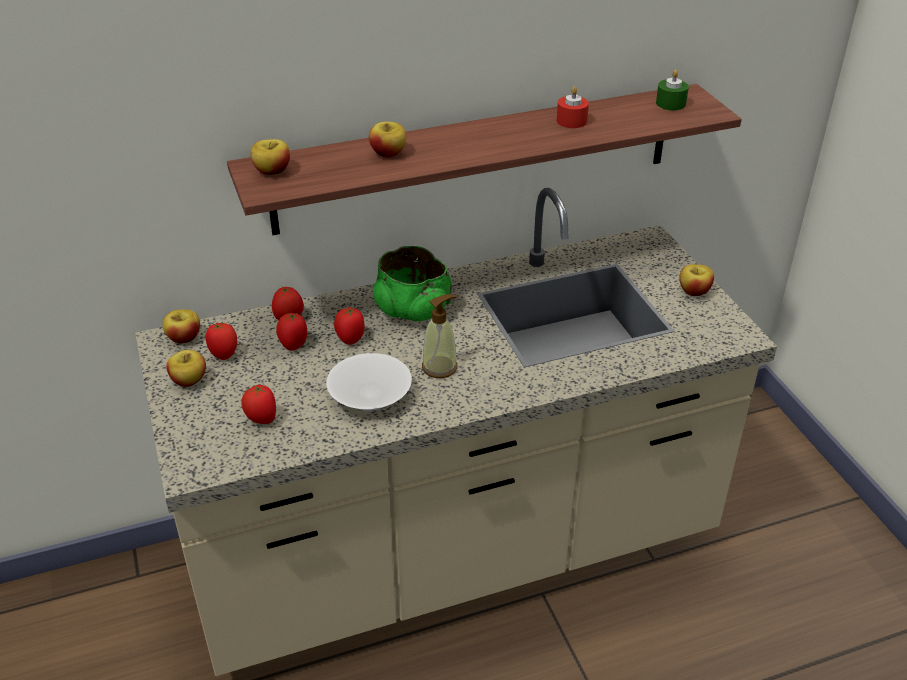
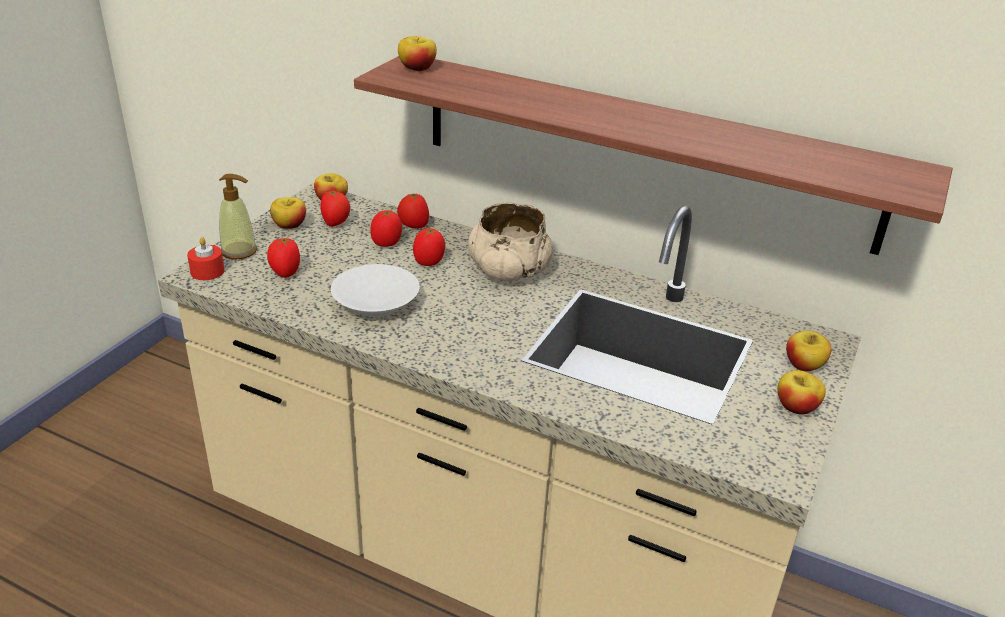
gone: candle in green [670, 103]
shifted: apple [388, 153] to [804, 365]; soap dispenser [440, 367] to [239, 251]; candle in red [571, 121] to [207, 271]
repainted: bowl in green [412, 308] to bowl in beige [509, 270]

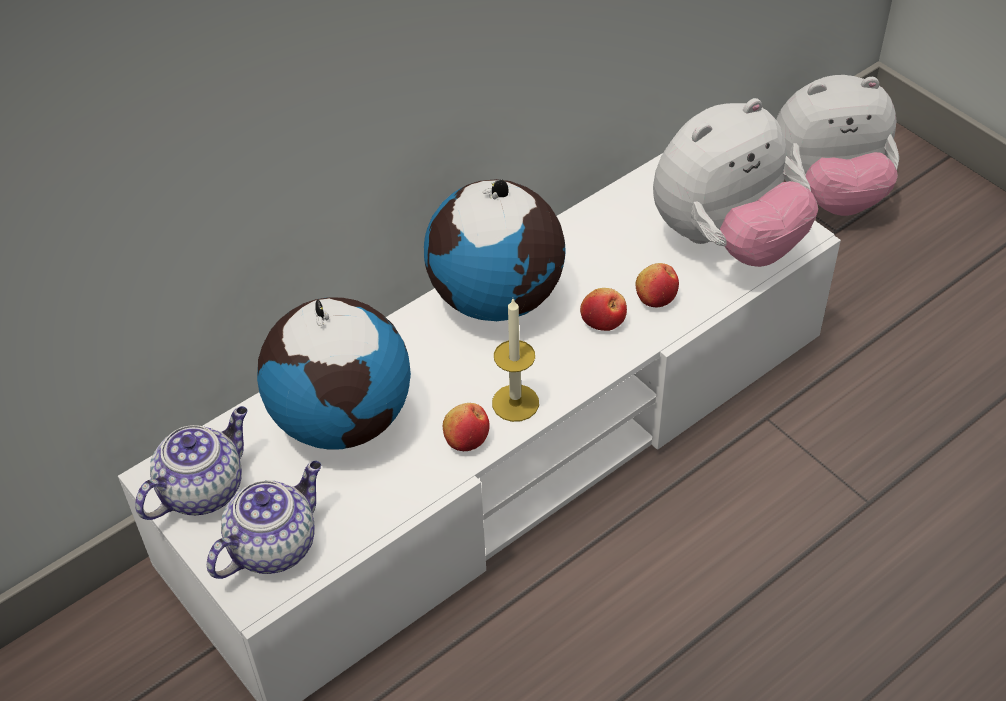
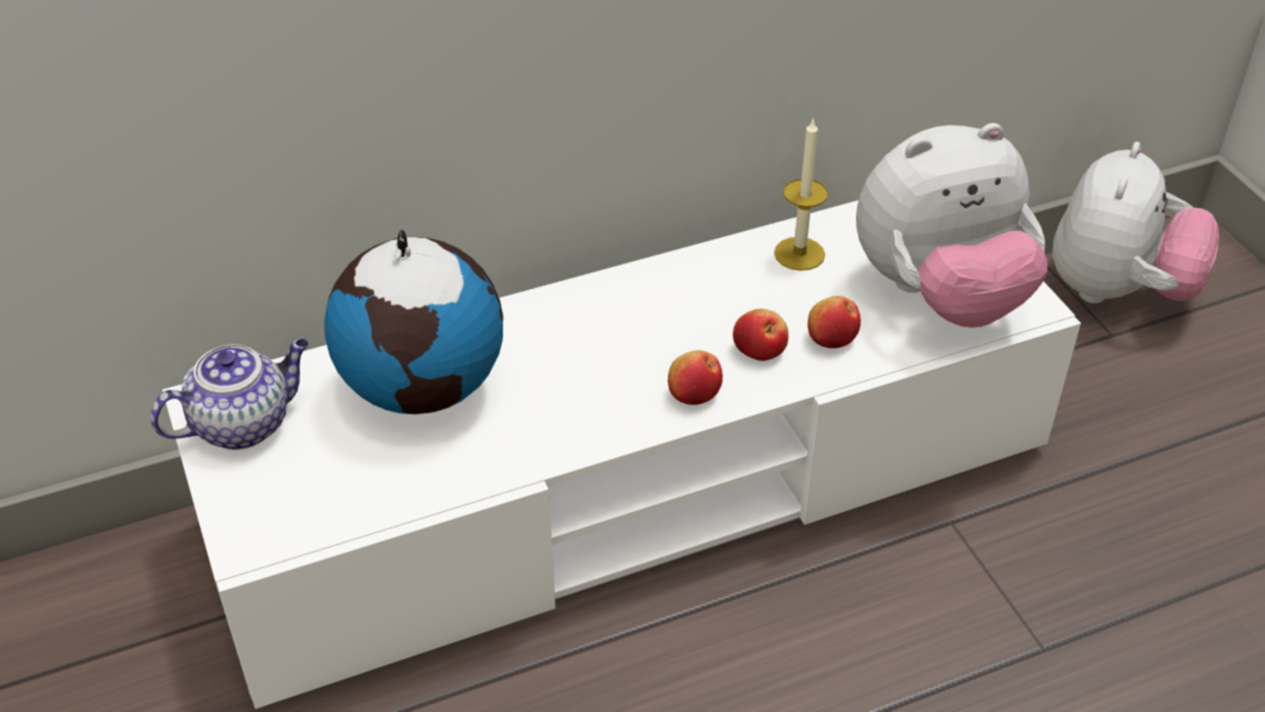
gone: teapot [274, 544]; globe [498, 299]
shifted: apple [466, 439] to [693, 393]; candle [515, 403] to [799, 254]
rotated: plush toy [829, 192] = [1117, 291] 75 degrees counterclockwise

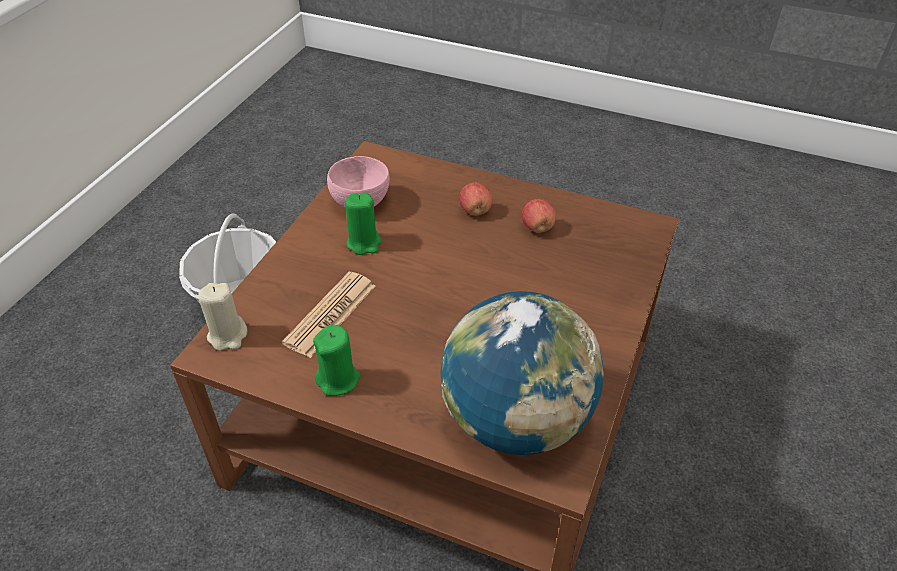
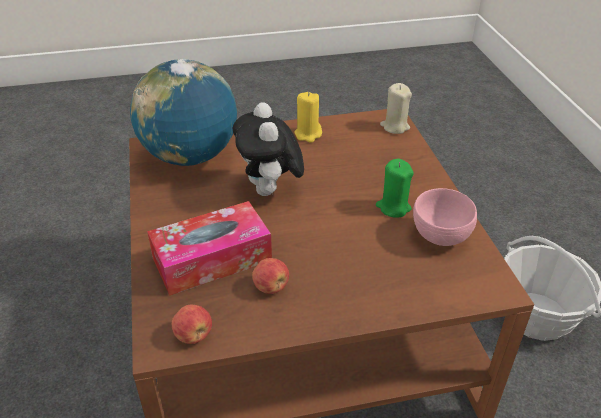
gone: newspaper [330, 314]
new: tissue box [212, 259]; plush toy [270, 191]
shifted: apple [475, 211] to [193, 335]
repainted: candle in green [338, 380] to candle in yellow [308, 134]

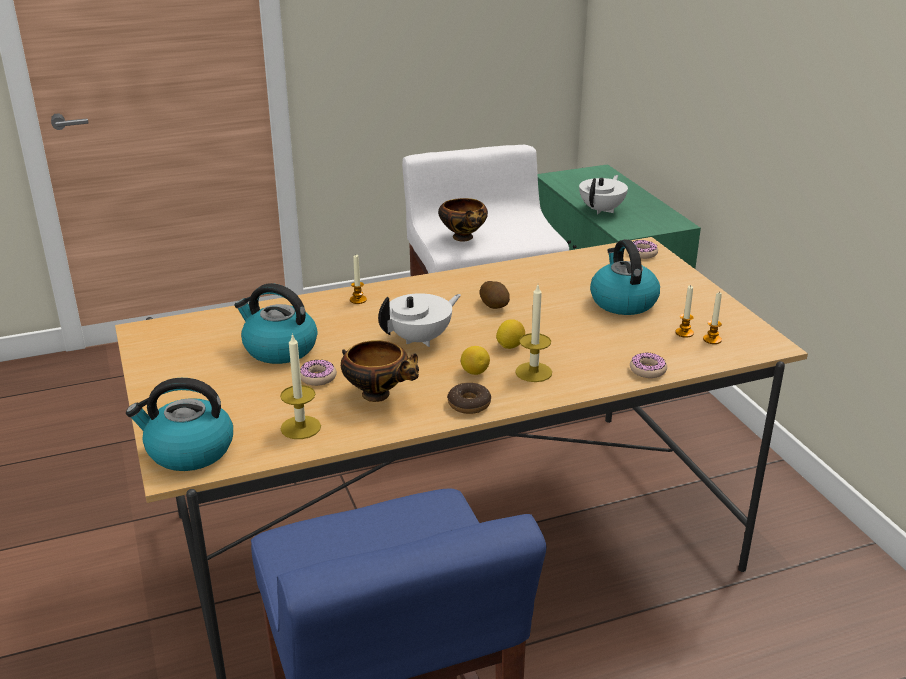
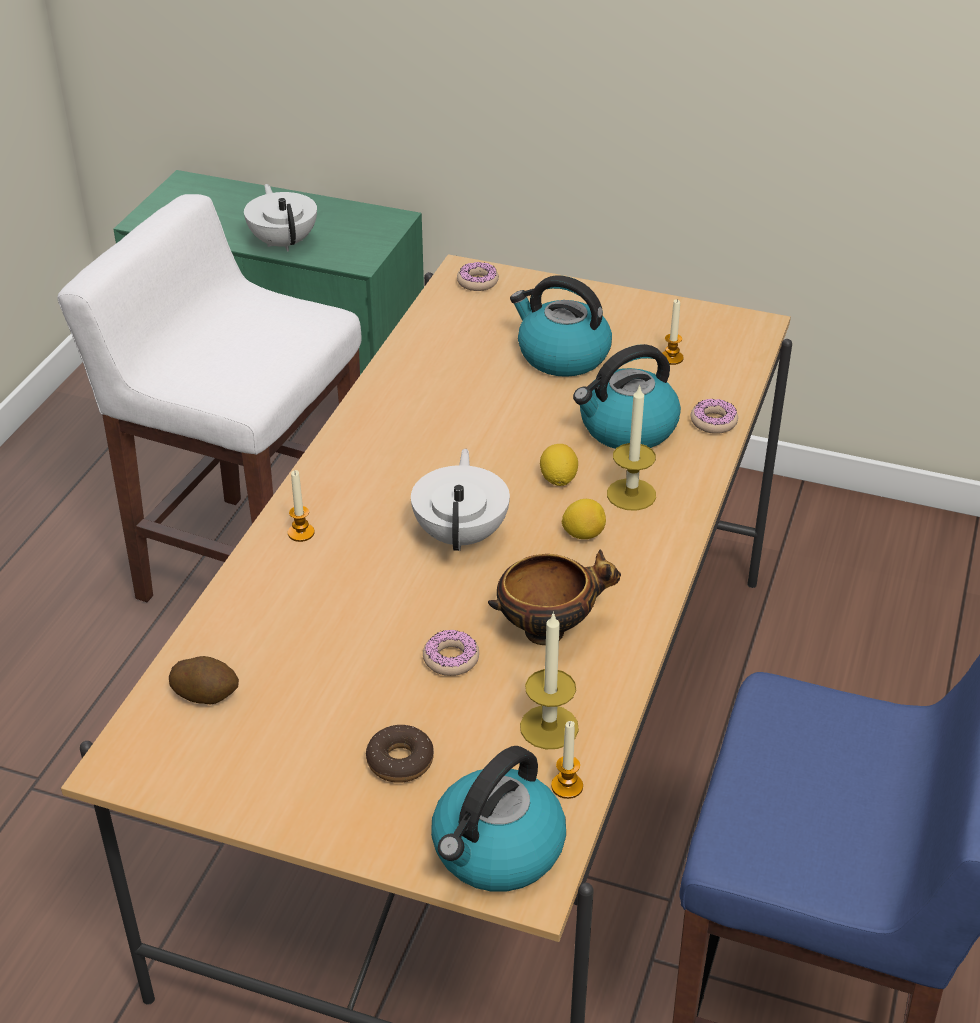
gone: bowl [464, 238]
shifted: kettle [279, 349] to [627, 428]; donut [469, 404] to [400, 761]; potato [494, 305] to [206, 694]; candle [712, 339] to [567, 786]

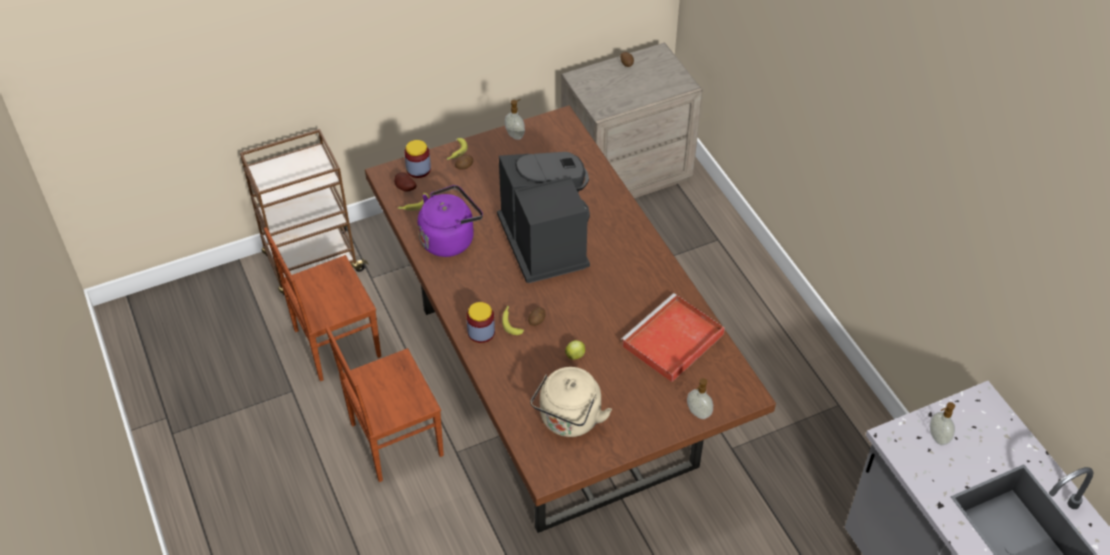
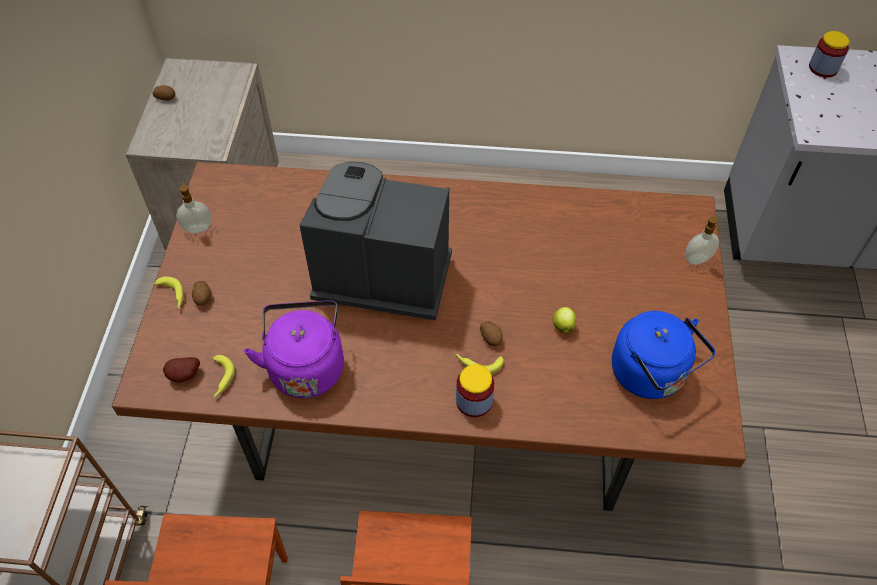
gone: tray in red [672, 341]; soap dispenser [937, 437]
shifted: jar [418, 169] to [823, 68]
repainted: kettle in beige [569, 420] to kettle in blue [651, 375]

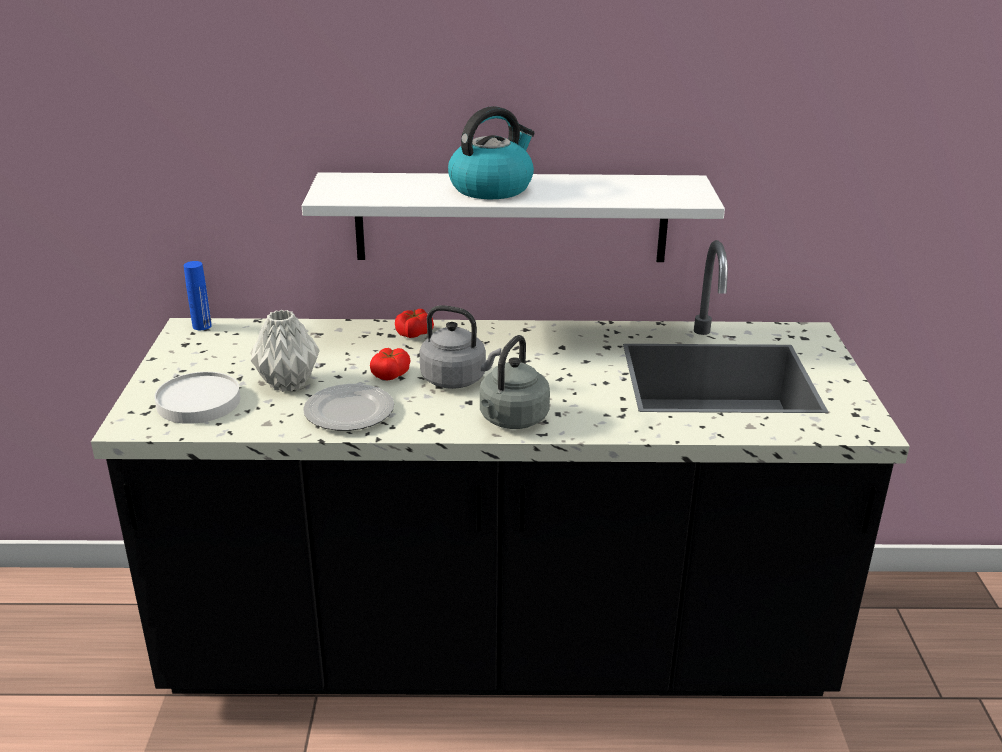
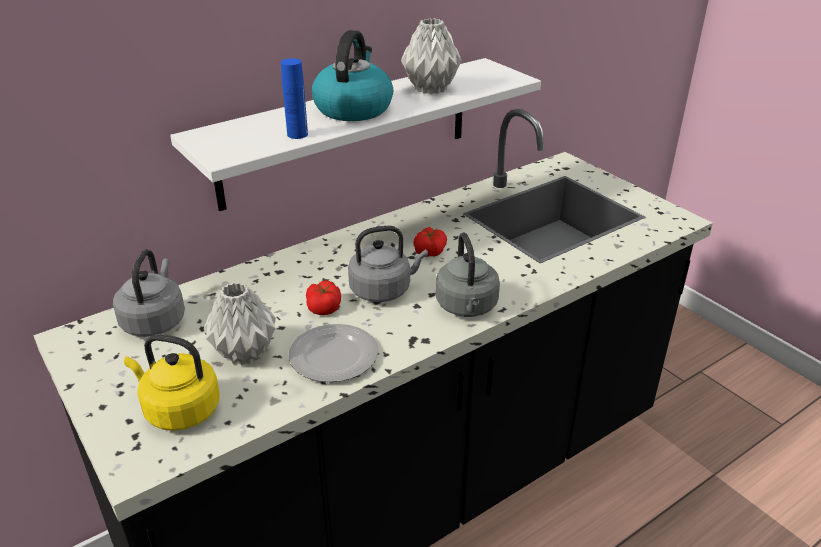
new: kettle in grey [155, 321]; vase in grey [430, 89]
shifted: bottle in blue [202, 326] to [297, 134]; tomato [414, 333] to [429, 251]
swapped: plate in white [198, 402] to kettle in yellow [179, 410]

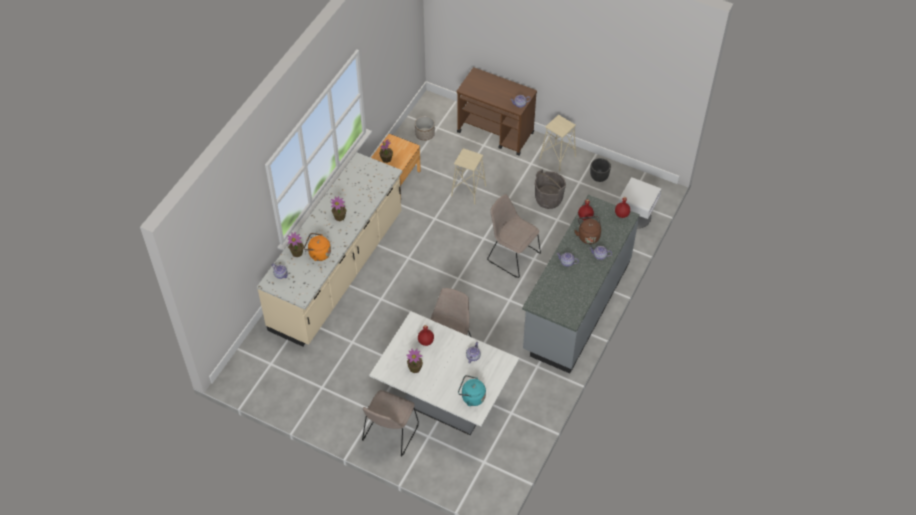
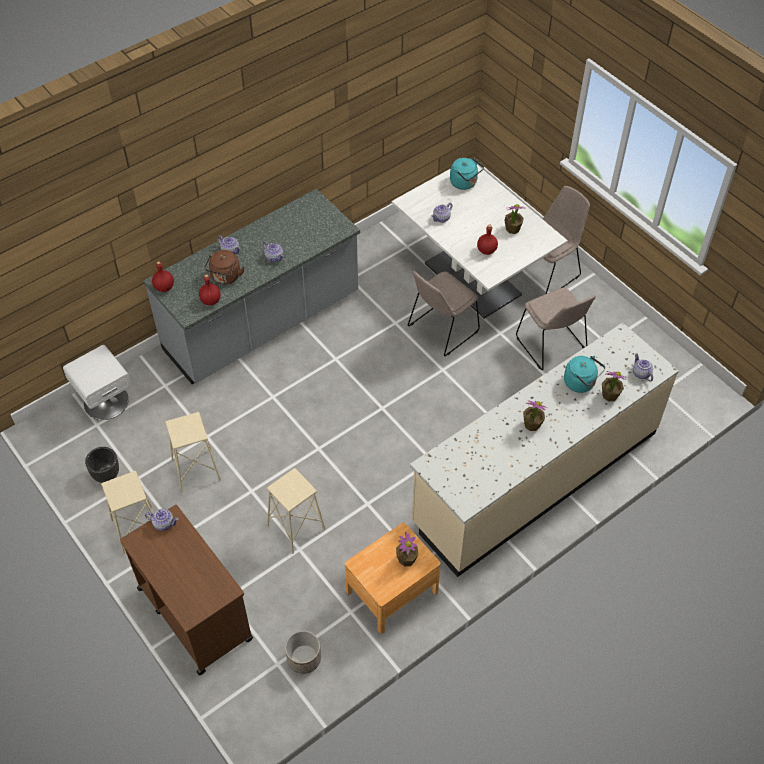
shifted: chair in beige [512, 255] to [552, 346]
swapped: bucket in grey [548, 199] to stool in beige [196, 470]
repainted: kettle in orange [318, 254] to kettle in turquoise [581, 383]

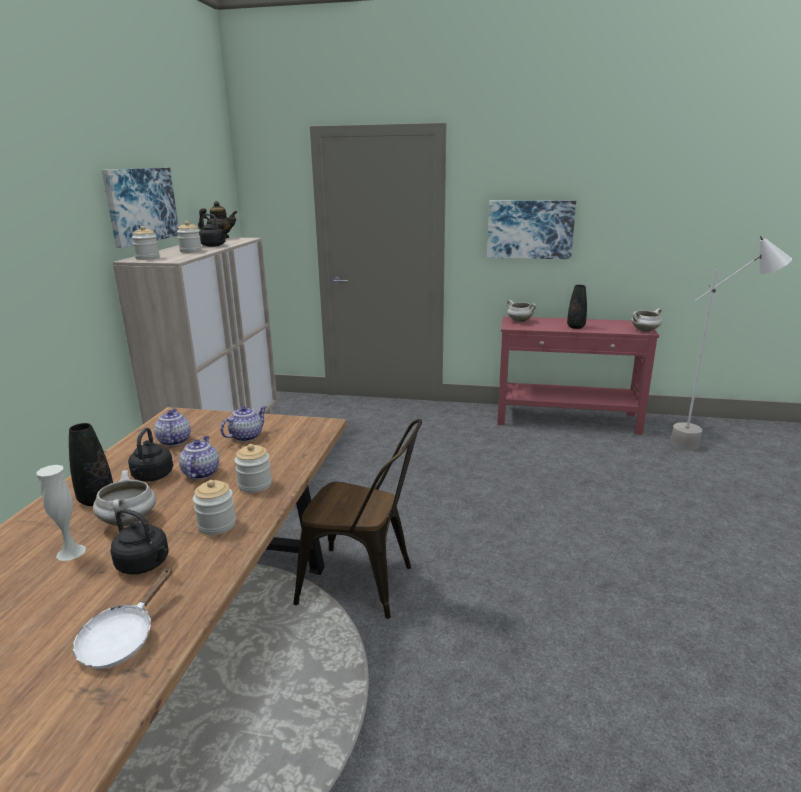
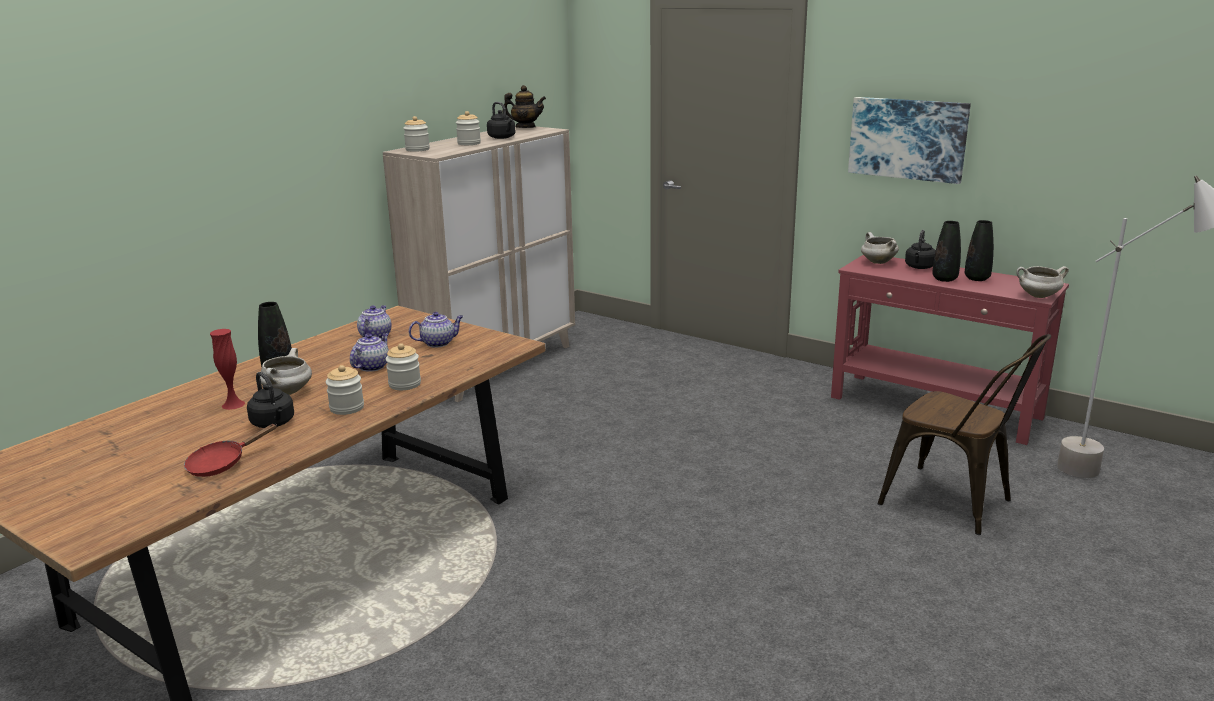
gone: picture [140, 205]
new: vase in black [977, 278]
shifted: kettle in black [152, 477] to [919, 267]; chair in brown [365, 585] to [956, 504]
repainted: vase in white [71, 552] to vase in red [233, 404]; frying pan in white [122, 638] to frying pan in red [222, 464]

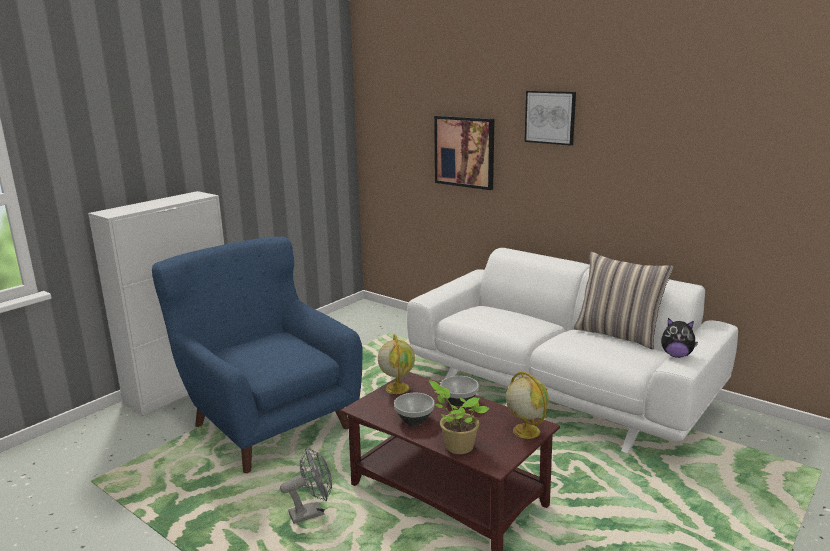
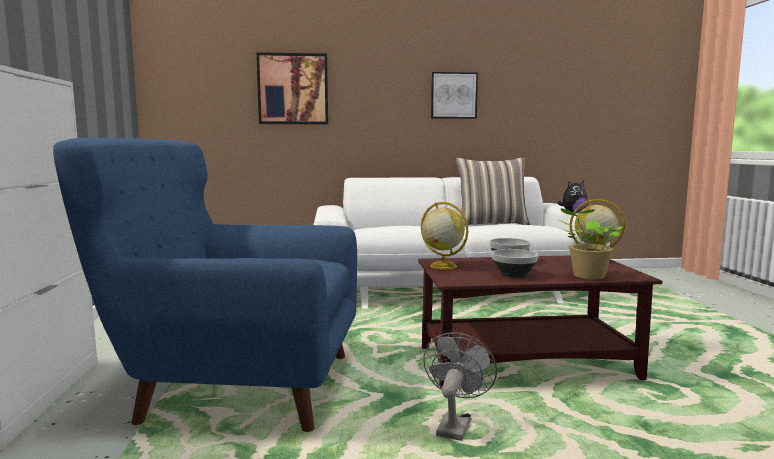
shifted: picture [550, 117] to [453, 95]

